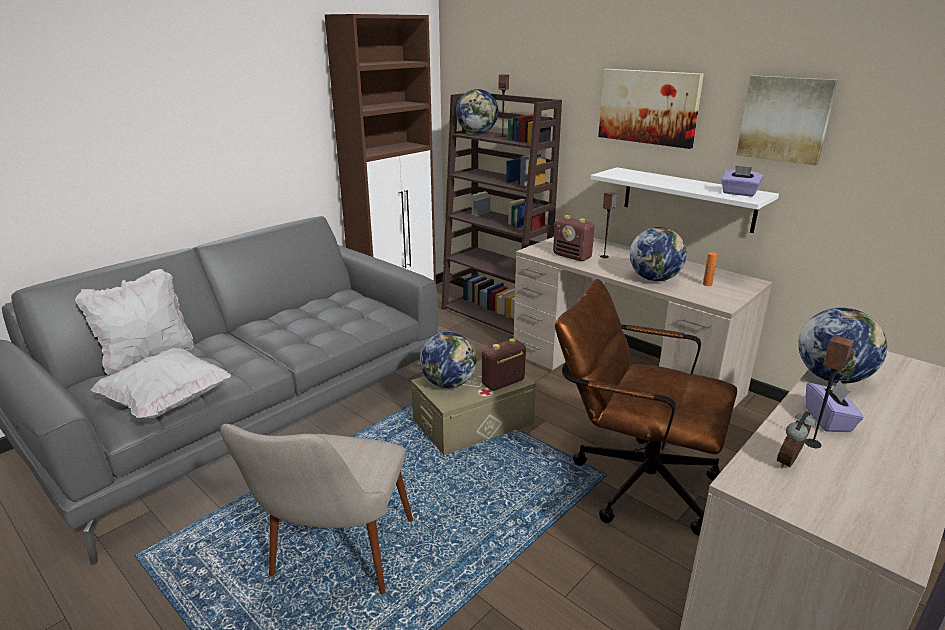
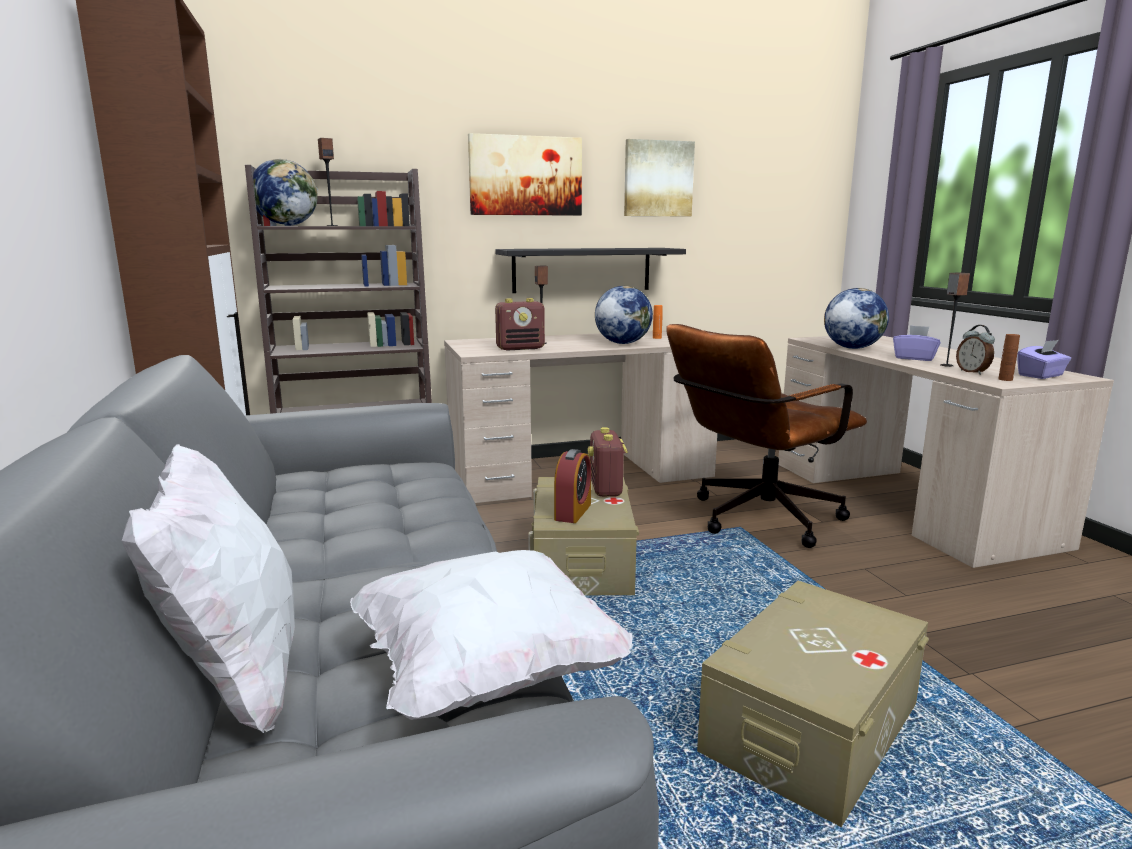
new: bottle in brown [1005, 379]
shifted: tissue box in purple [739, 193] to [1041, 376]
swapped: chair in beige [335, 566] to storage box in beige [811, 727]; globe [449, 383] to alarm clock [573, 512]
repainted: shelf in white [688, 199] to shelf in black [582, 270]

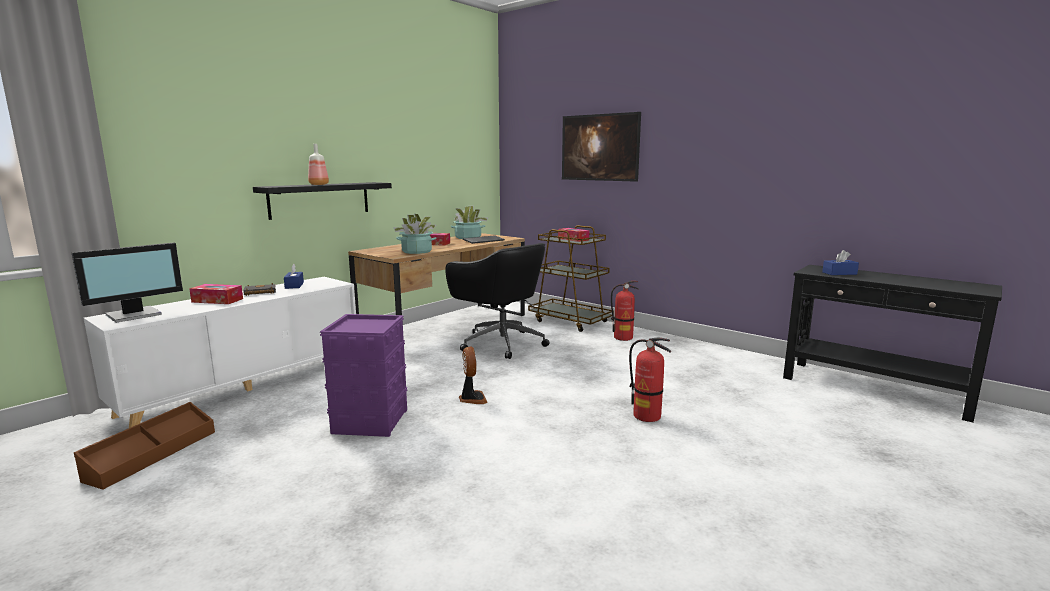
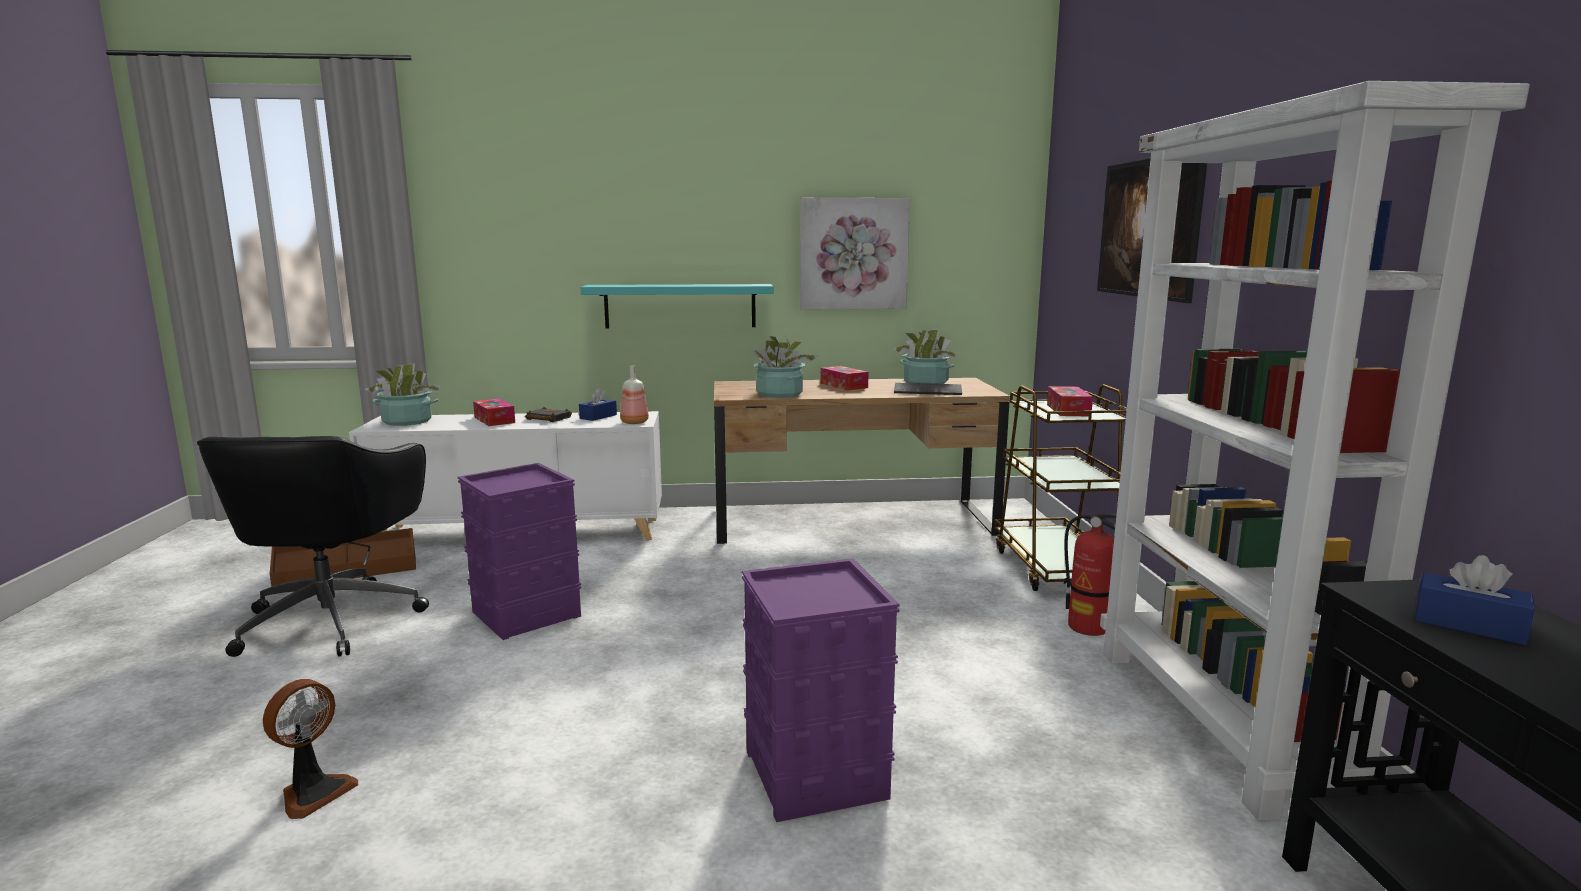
new: picture [853, 254]; bookcase in white [1218, 722]
shifted: bottle [319, 184] to [635, 422]; office chair in black [500, 343] to [333, 619]; fan [472, 399] to [314, 793]
swapped: monitor [135, 315] to potted plant [407, 421]; fire extinguisher [647, 416] to storage box in purple [817, 775]
repainted: shelf in black [320, 200] to shelf in turquoise [680, 306]

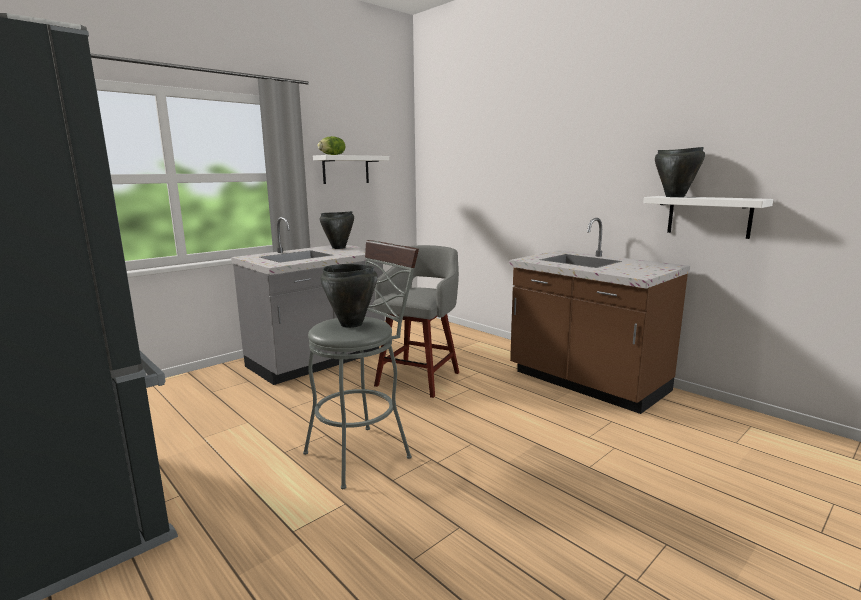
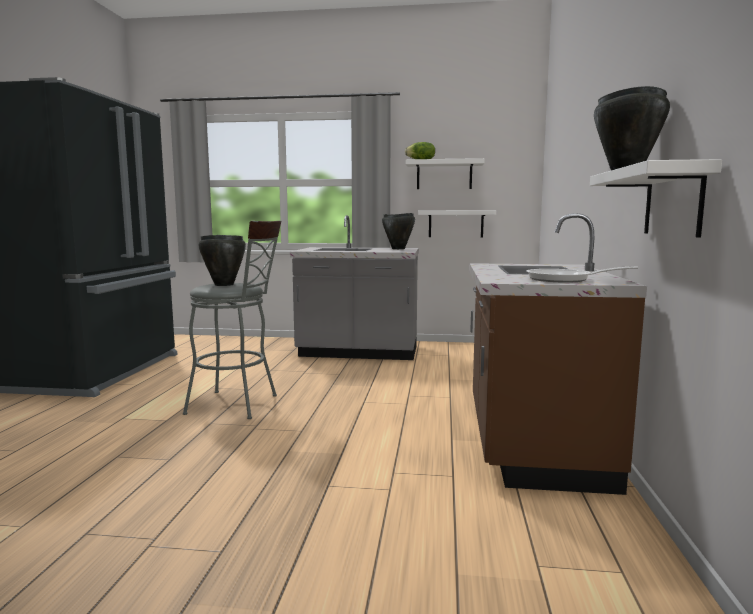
gone: stool in grey [419, 378]
new: shelf in white [456, 223]; frying pan [565, 279]

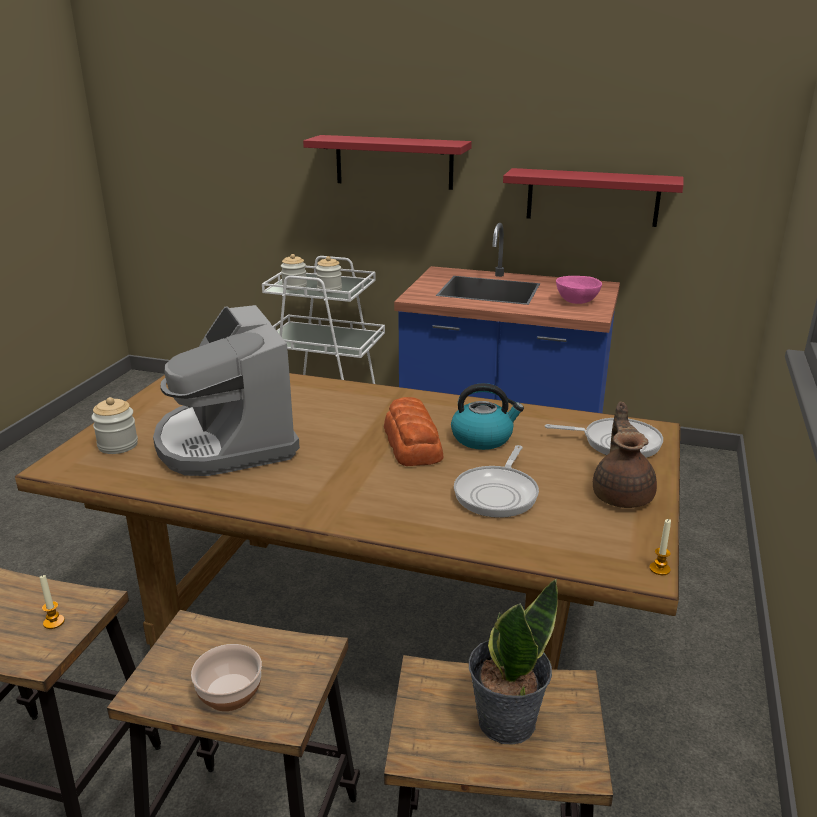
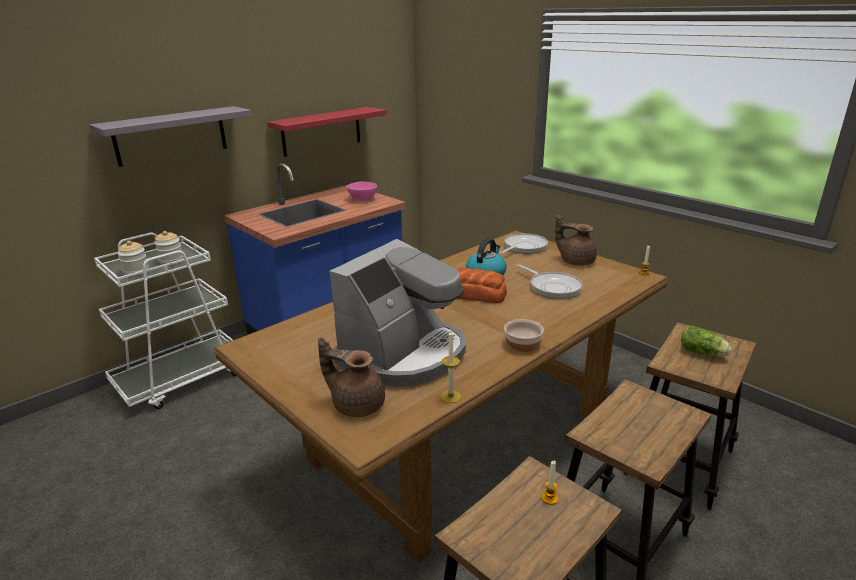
new: candle [451, 396]
shifted: bowl [229, 694] to [523, 345]
swapped: jar [118, 445] to teapot in brown [356, 404]; potted plant [505, 720] to lettuce [703, 353]
repainted: shelf in red [394, 162] to shelf in grey [171, 136]
rotated: coffee machine [227, 442] = [404, 354] 60 degrees counterclockwise

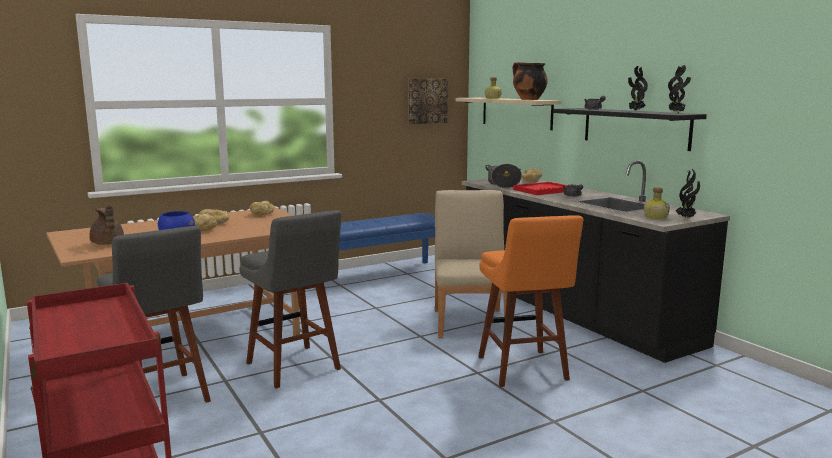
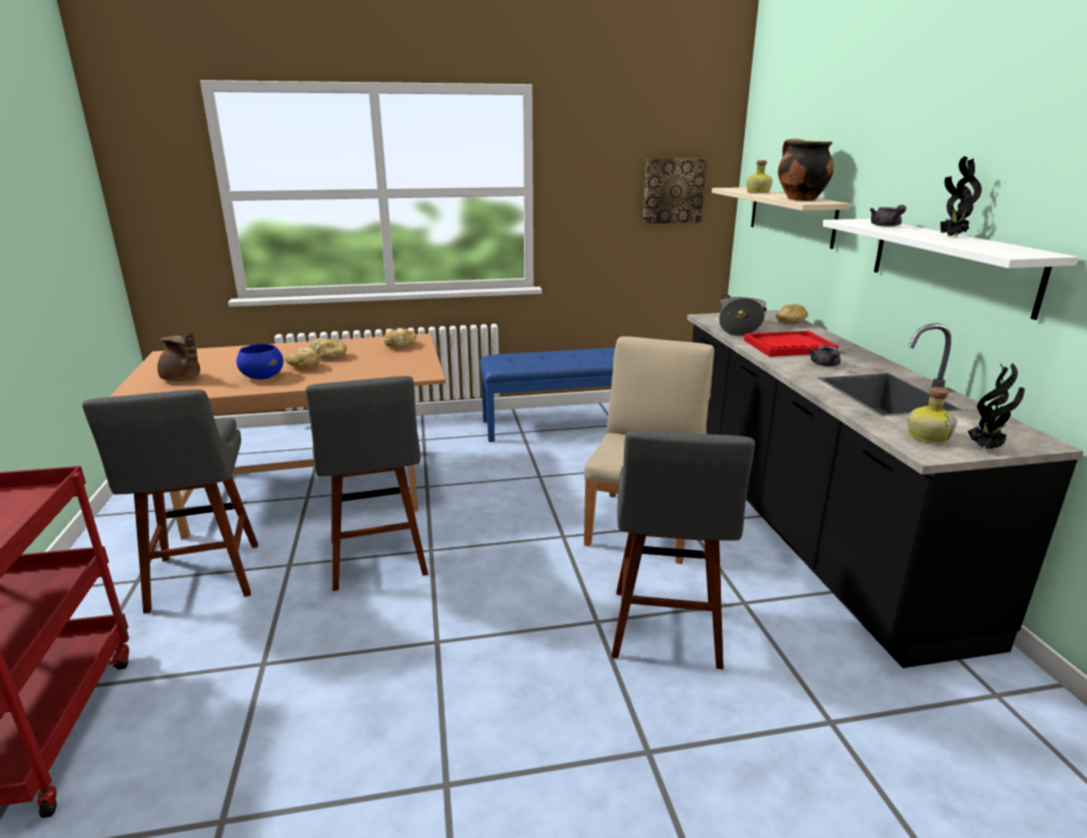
gone: potted plant [676, 113]
repainted: stool in orange [524, 370] to stool in grey [665, 632]; shelf in black [635, 128] to shelf in white [950, 263]
rotated: teapot in brown [107, 243] = [182, 379] 45 degrees counterclockwise

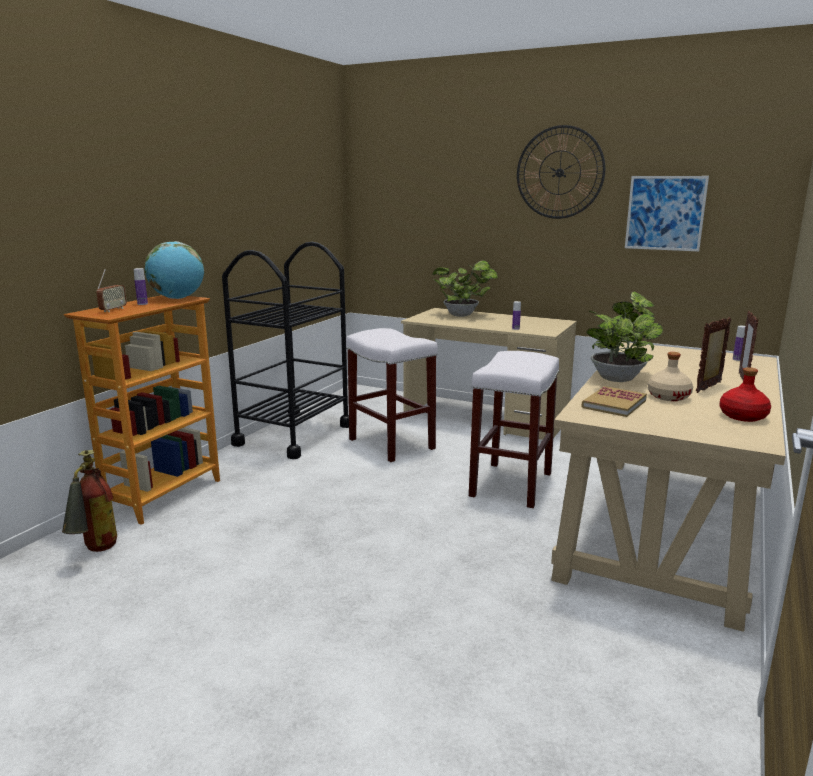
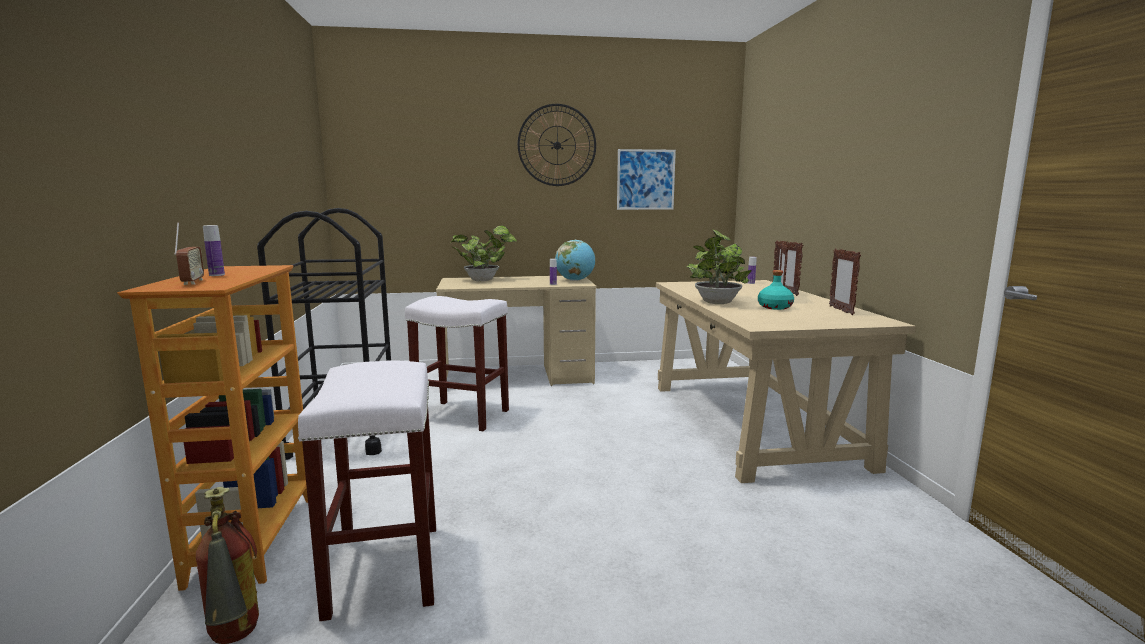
gone: book [614, 404]
shifted: globe [177, 298] to [575, 280]; stool in white [511, 484] to [384, 568]
swapped: bottle in red [743, 416] to picture frame [841, 310]
repainted: bottle in beige [668, 396] to bottle in turquoise [774, 307]

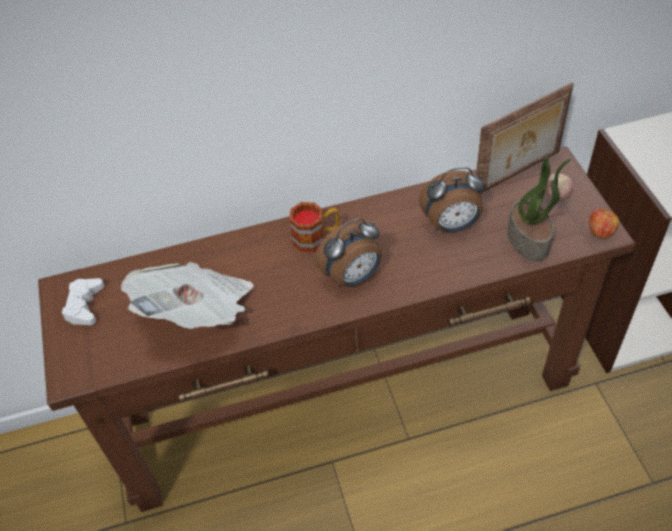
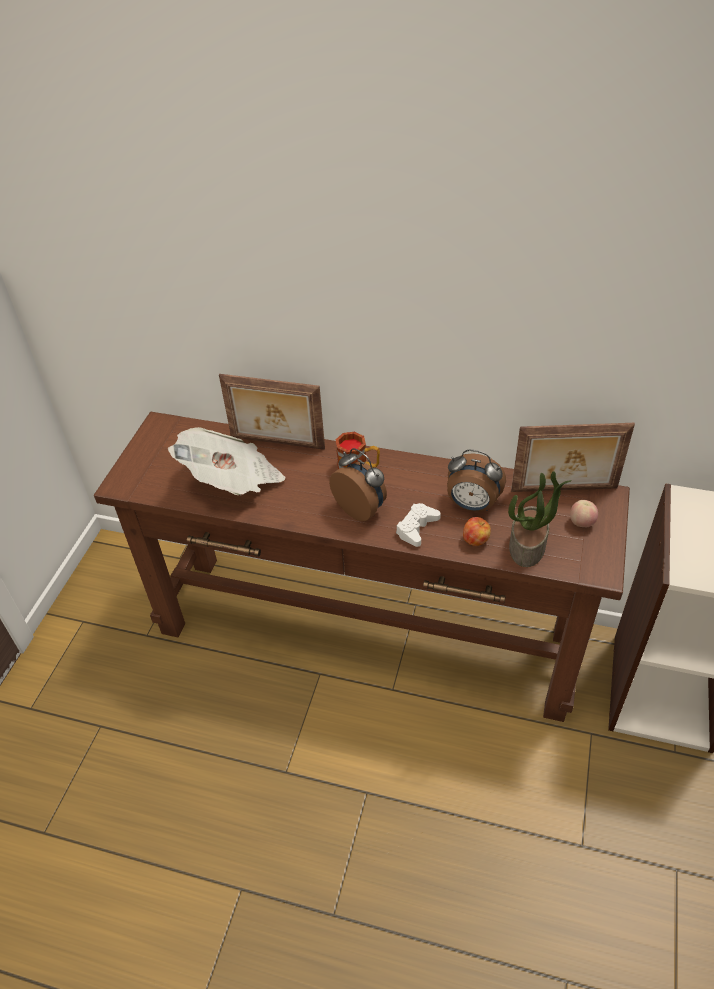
new: picture frame [277, 443]
shifted: game controller in white [84, 305] to [417, 528]; apple [600, 232] to [475, 540]
rotated: alarm clock [352, 277] = [361, 508] 135 degrees counterclockwise

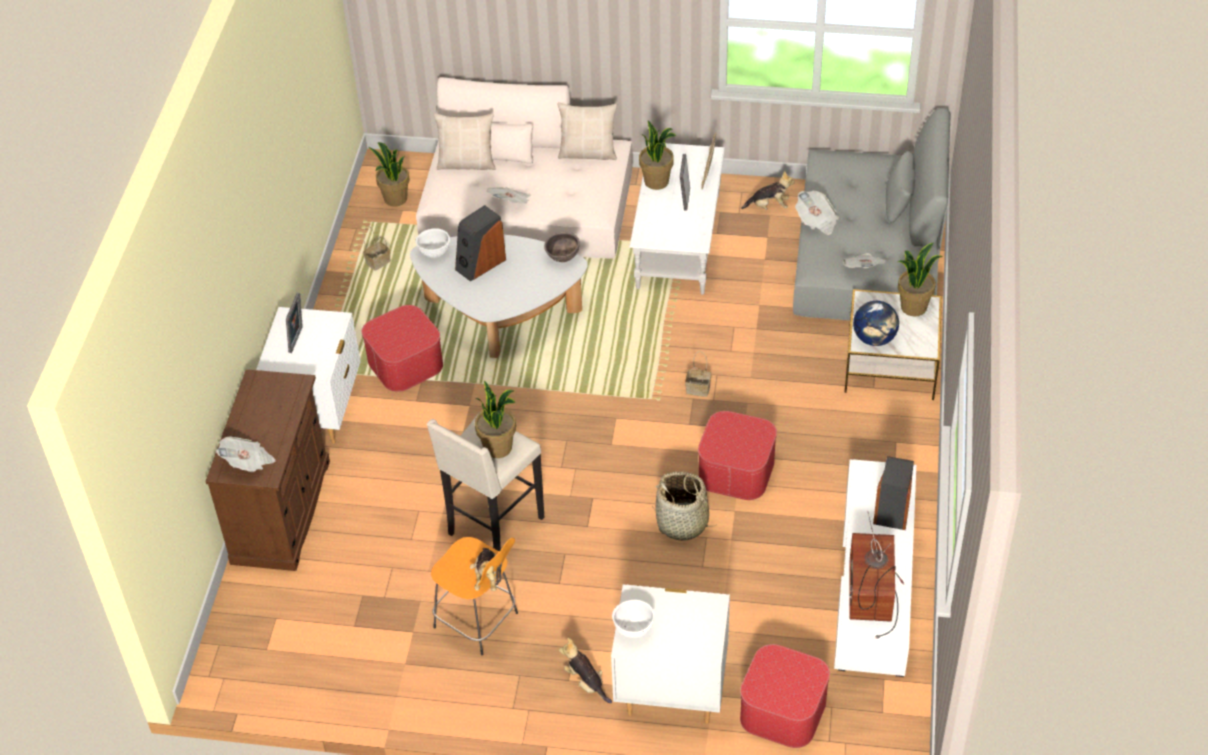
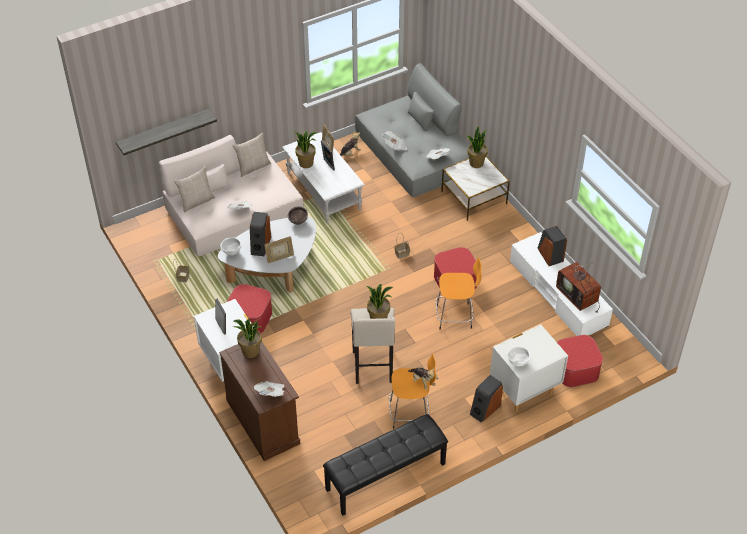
gone: globe [874, 339]
new: shelf [164, 132]; picture frame [280, 258]; bench in black [385, 477]
shifted: potted plant [395, 199] to [250, 352]
swapped: plush toy [586, 682] to speaker [484, 409]; basket [682, 523] to stool in orange [455, 316]

